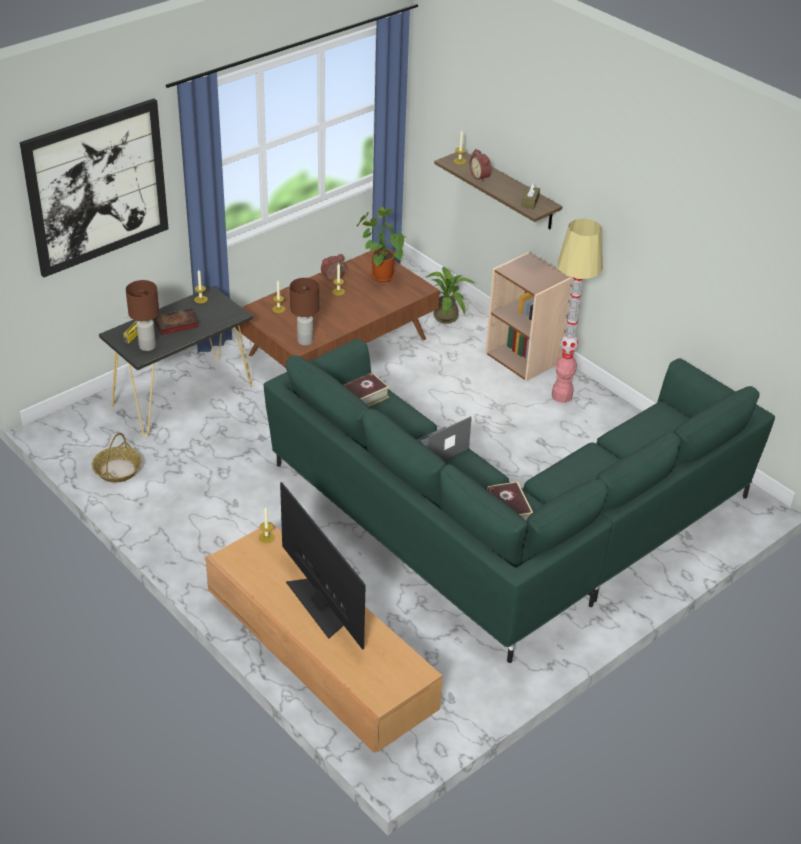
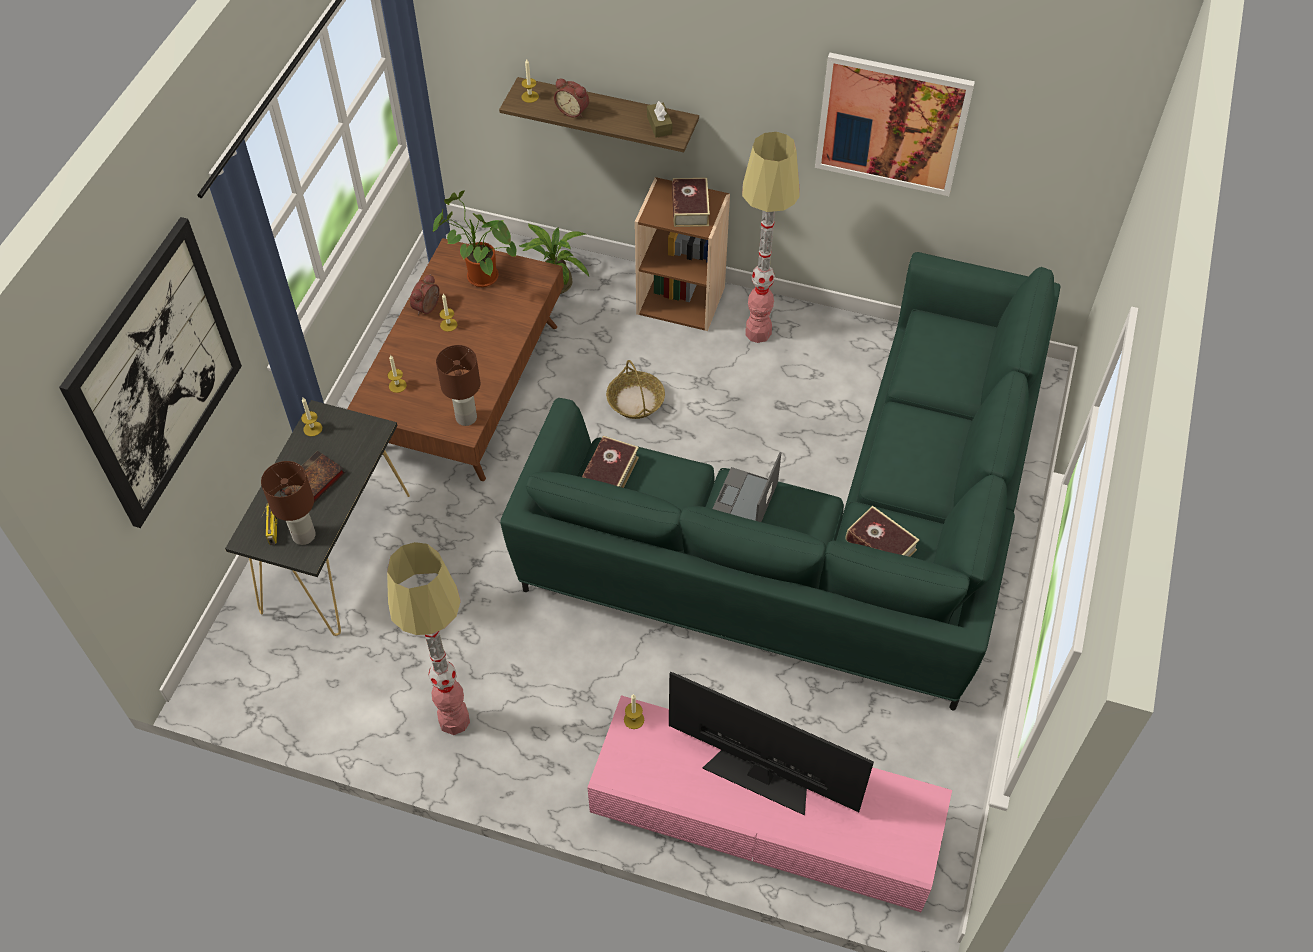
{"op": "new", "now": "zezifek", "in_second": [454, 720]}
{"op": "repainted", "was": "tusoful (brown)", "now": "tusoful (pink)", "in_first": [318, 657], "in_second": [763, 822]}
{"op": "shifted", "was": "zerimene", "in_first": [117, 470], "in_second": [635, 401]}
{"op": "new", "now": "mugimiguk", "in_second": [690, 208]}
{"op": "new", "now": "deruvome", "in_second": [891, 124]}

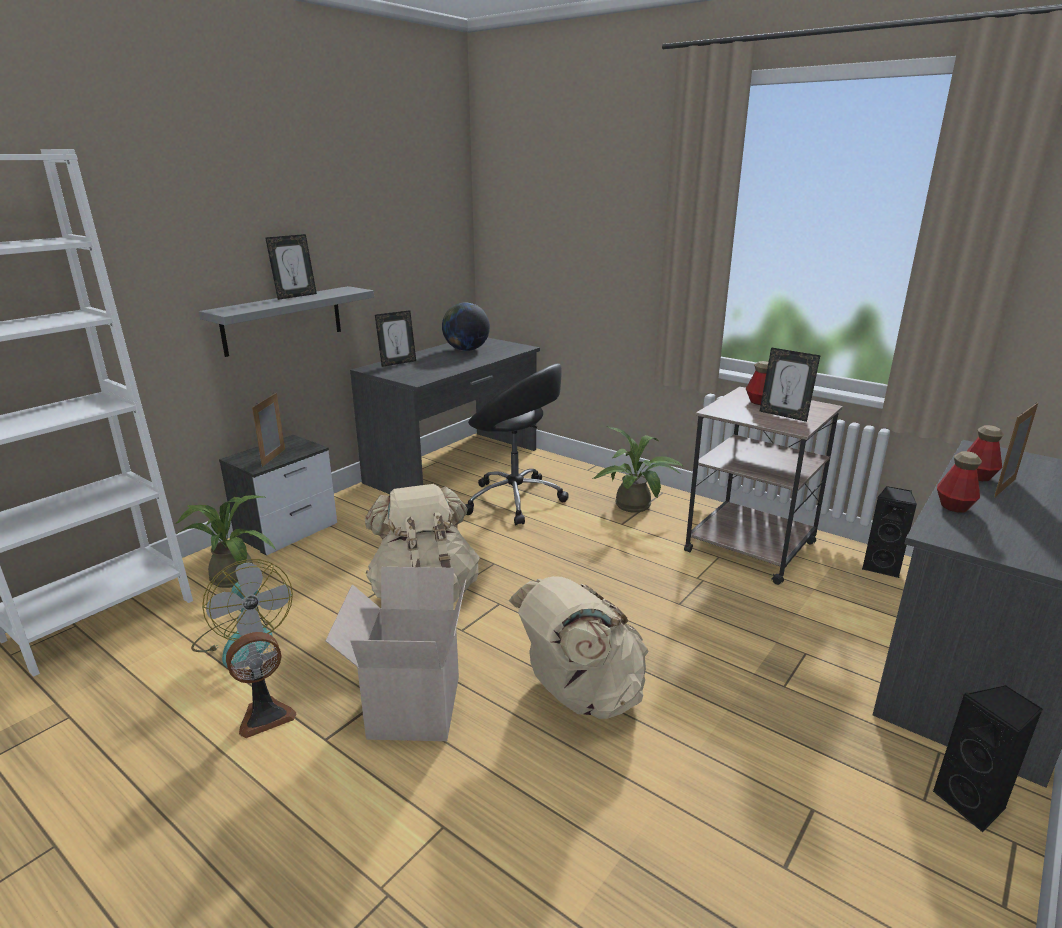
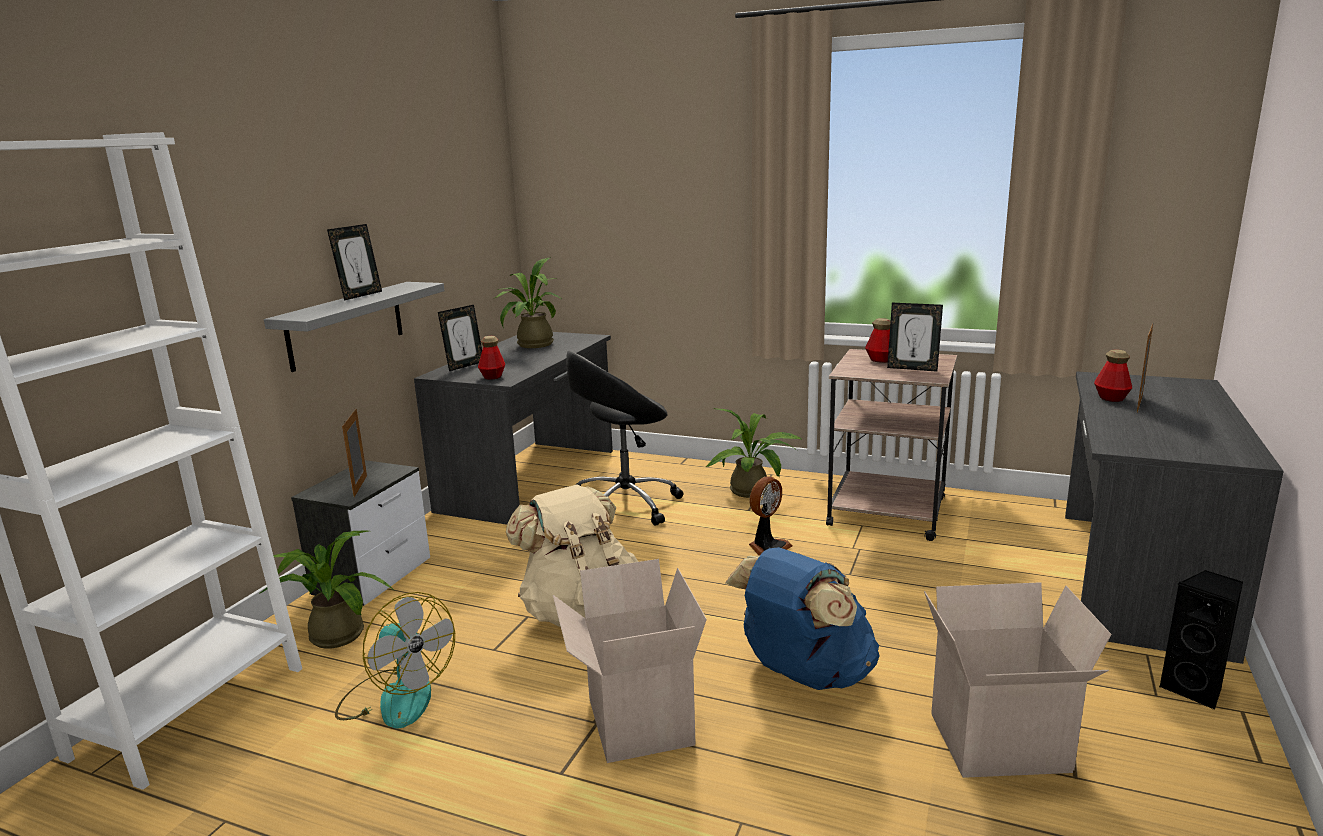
{"op": "shifted", "was": "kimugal", "in_first": [954, 506], "in_second": [492, 376]}
{"op": "swapped", "was": "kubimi", "now": "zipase", "in_first": [466, 350], "in_second": [531, 345]}
{"op": "rotated", "was": "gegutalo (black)", "in_first": [516, 500], "in_second": [623, 504], "clockwise": 135}
{"op": "repainted", "was": "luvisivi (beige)", "now": "luvisivi (blue)", "in_first": [580, 695], "in_second": [804, 675]}
{"op": "shifted", "was": "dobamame", "in_first": [265, 715], "in_second": [767, 547]}
{"op": "new", "now": "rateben", "in_second": [998, 745]}
{"op": "gone", "was": "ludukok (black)", "in_first": [881, 567]}

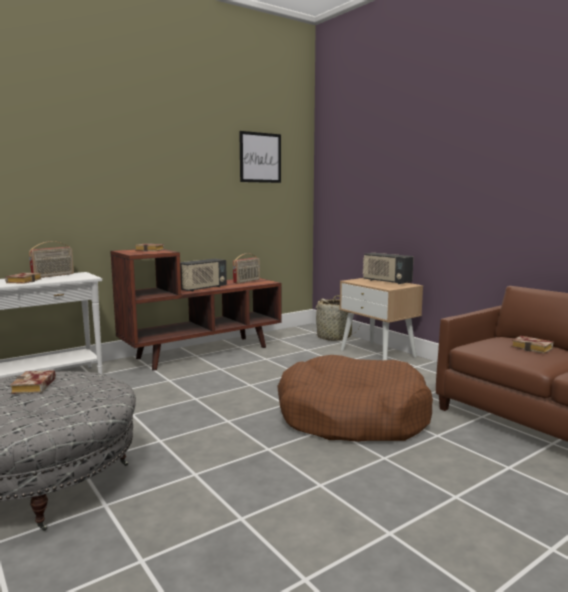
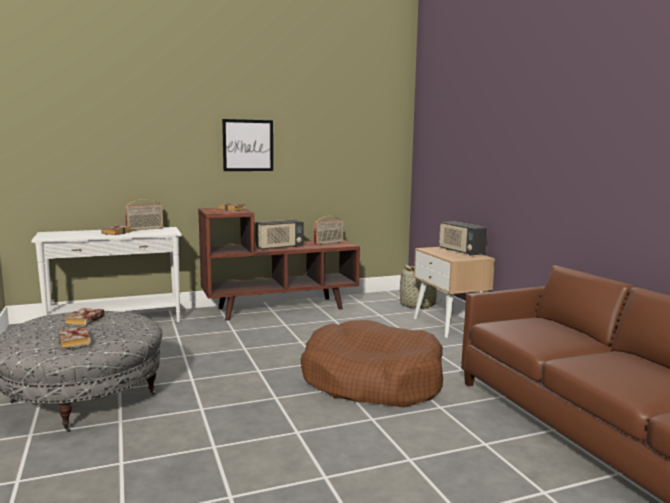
{"op": "shifted", "was": "mugimiguk", "in_first": [533, 348], "in_second": [76, 342]}
{"op": "shifted", "was": "deruvome", "in_first": [260, 157], "in_second": [248, 145]}

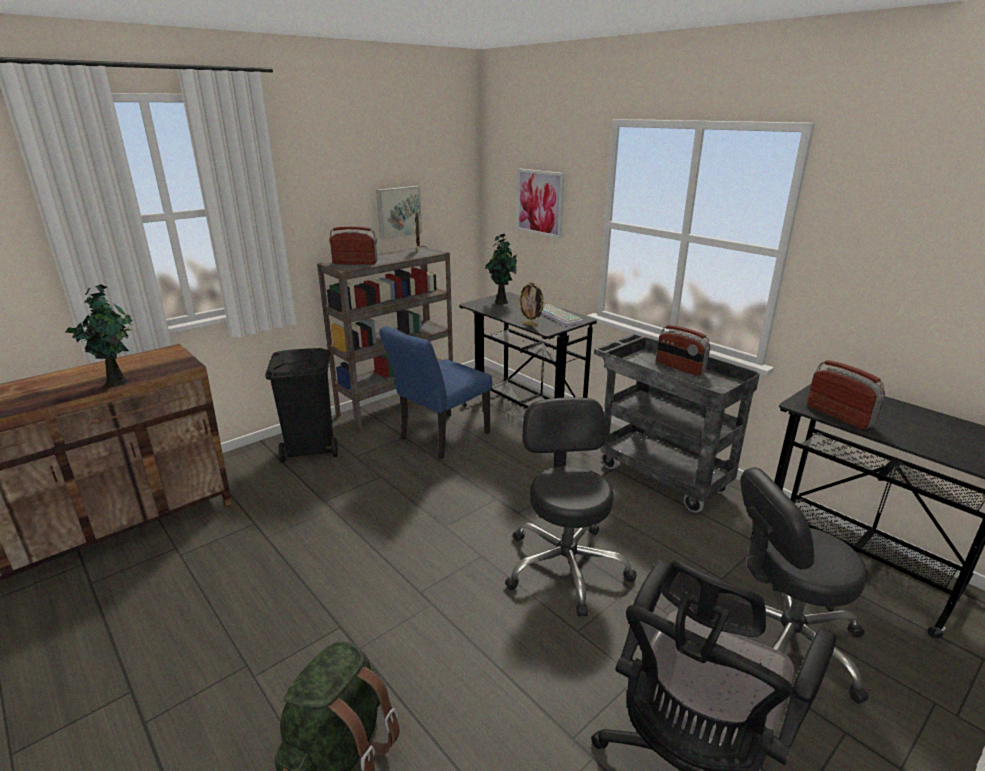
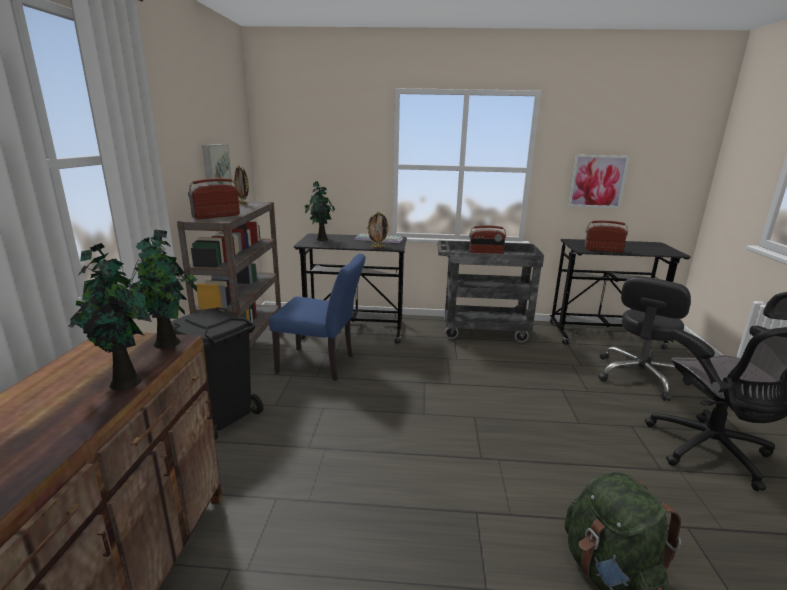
{"op": "new", "now": "zipase", "in_second": [169, 343]}
{"op": "rotated", "was": "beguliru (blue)", "in_first": [440, 438], "in_second": [322, 365], "clockwise": -75}
{"op": "shifted", "was": "deruvome", "in_first": [540, 202], "in_second": [597, 181]}
{"op": "gone", "was": "gegutalo (black)", "in_first": [564, 562]}

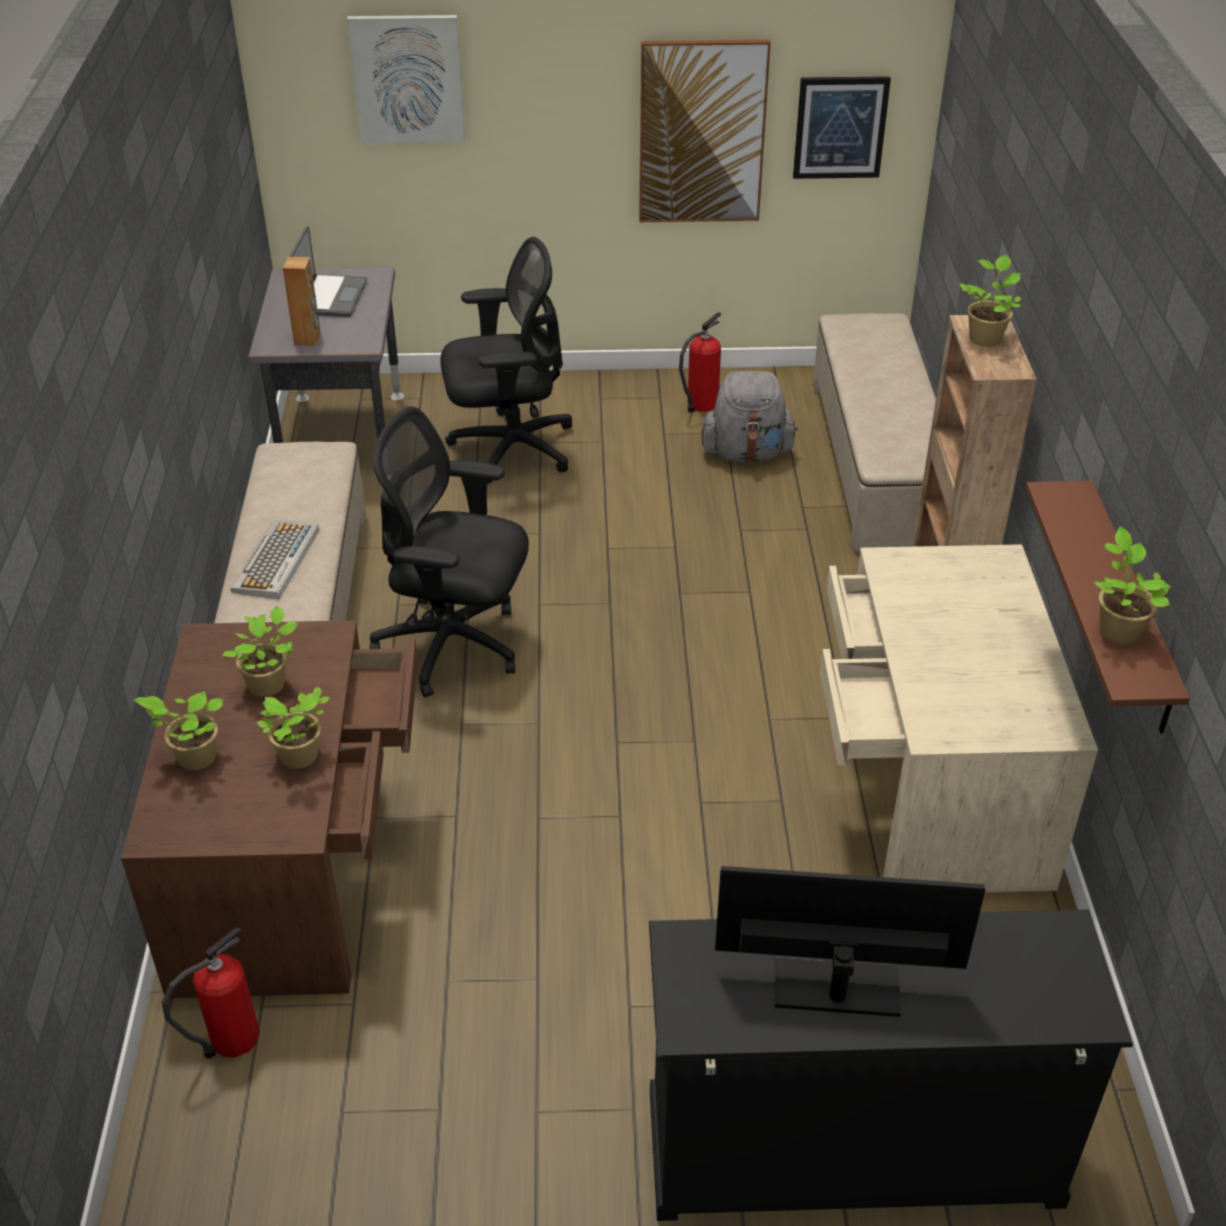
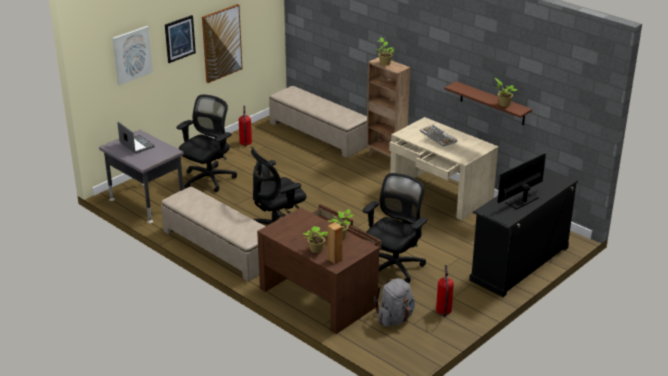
{"op": "shifted", "was": "deruvome", "in_first": [840, 127], "in_second": [179, 38]}
{"op": "shifted", "was": "ludukok (brown)", "in_first": [308, 339], "in_second": [335, 259]}
{"op": "new", "now": "gegutalo (black)", "in_second": [393, 269]}
{"op": "shifted", "was": "luvisivi (grey)", "in_first": [747, 453], "in_second": [395, 319]}
{"op": "shifted", "was": "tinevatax", "in_first": [276, 561], "in_second": [438, 136]}
{"op": "shifted", "was": "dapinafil", "in_first": [230, 1040], "in_second": [444, 311]}
{"op": "gone", "was": "zipase", "in_first": [270, 685]}

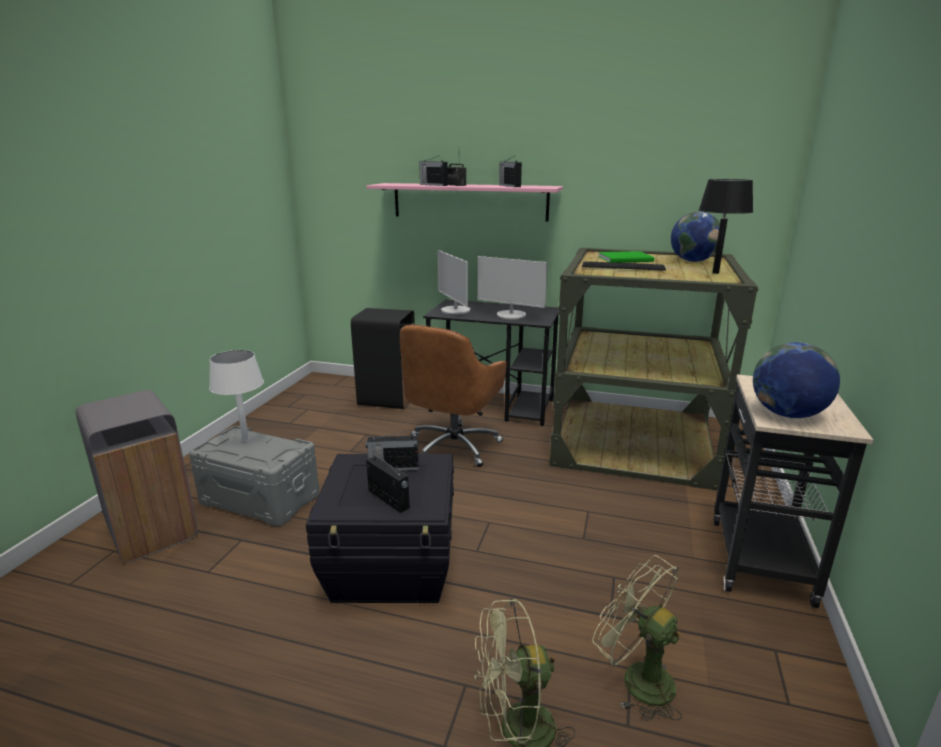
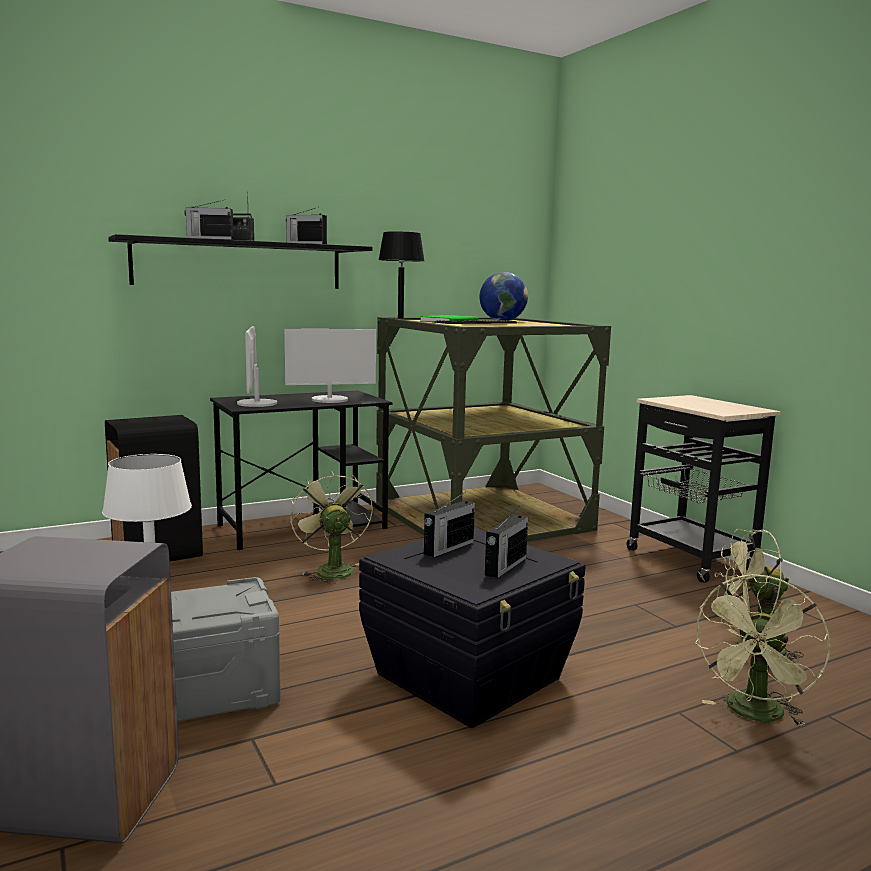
{"op": "repainted", "was": "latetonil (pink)", "now": "latetonil (black)", "in_first": [469, 201], "in_second": [239, 264]}
{"op": "rotated", "was": "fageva", "in_first": [455, 310], "in_second": [256, 403], "clockwise": 60}
{"op": "swapped", "was": "gegutalo (brown)", "now": "dobamame (green)", "in_first": [453, 446], "in_second": [331, 569]}
{"op": "shifted", "was": "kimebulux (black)", "in_first": [715, 273], "in_second": [400, 318]}
{"op": "rotated", "was": "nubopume", "in_first": [389, 499], "in_second": [505, 566], "clockwise": 120}
{"op": "gone", "was": "kubimi", "in_first": [787, 414]}

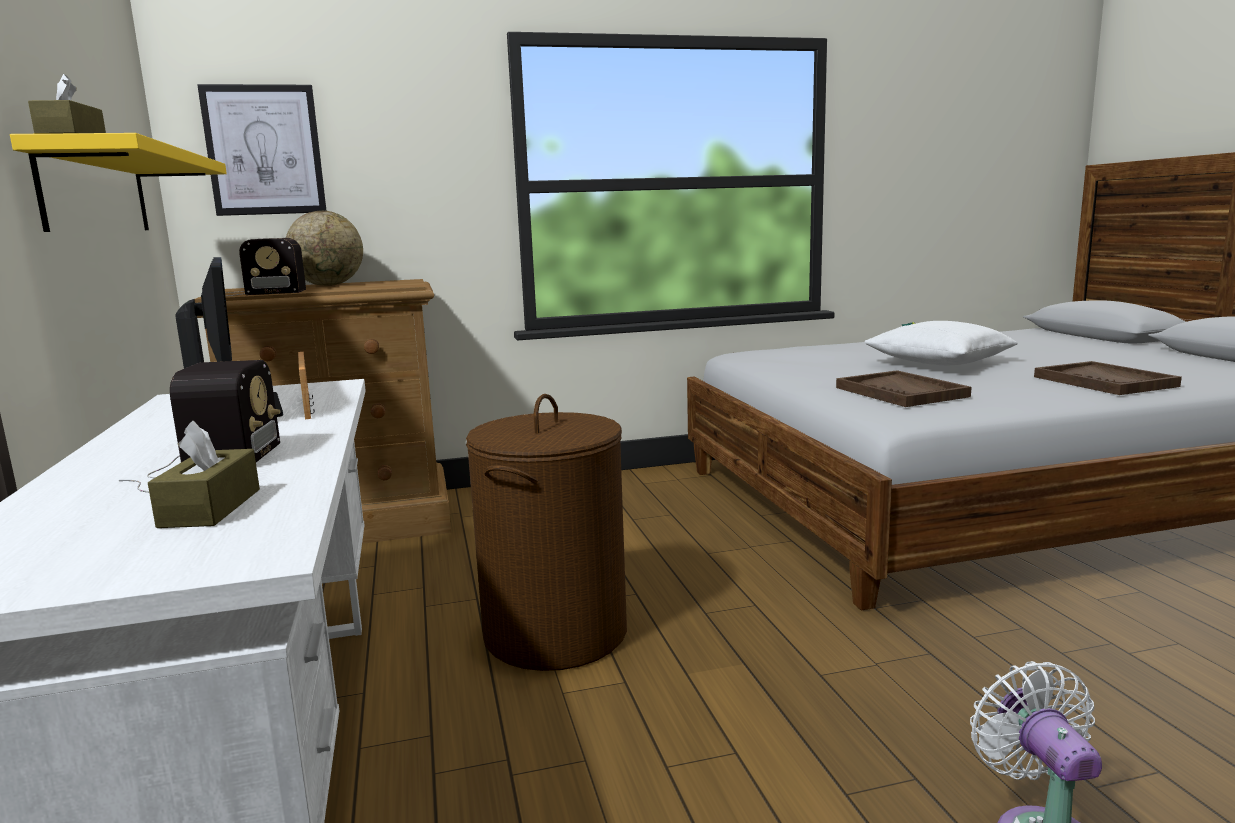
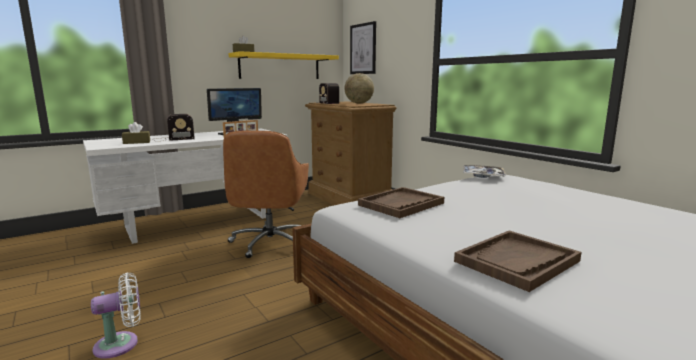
{"op": "swapped", "was": "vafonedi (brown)", "now": "gegutalo (brown)", "in_first": [556, 633], "in_second": [269, 243]}
{"op": "new", "now": "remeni", "in_second": [483, 176]}
{"op": "gone", "was": "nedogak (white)", "in_first": [939, 363]}

